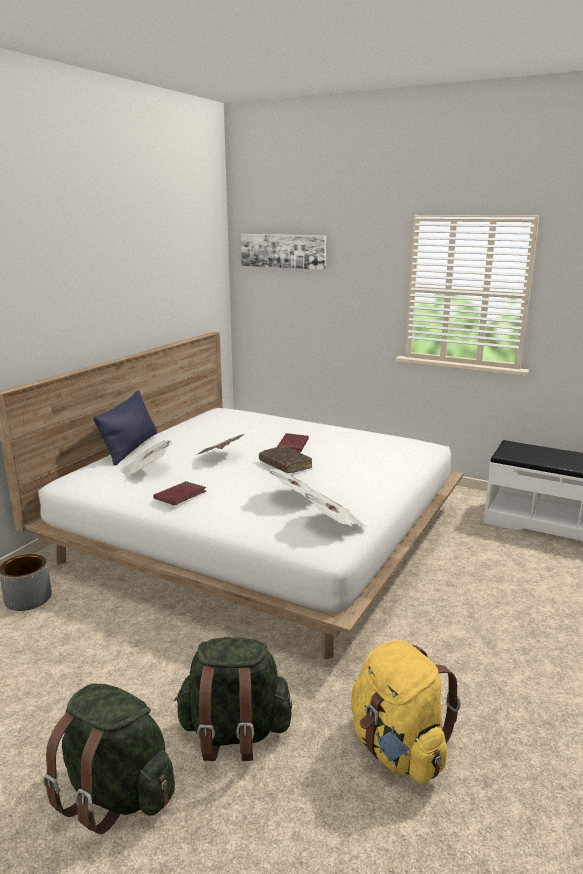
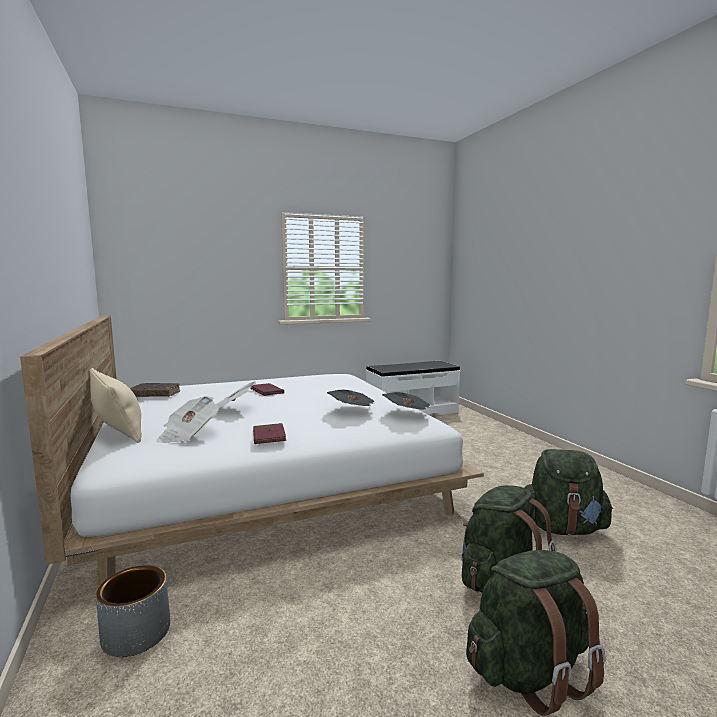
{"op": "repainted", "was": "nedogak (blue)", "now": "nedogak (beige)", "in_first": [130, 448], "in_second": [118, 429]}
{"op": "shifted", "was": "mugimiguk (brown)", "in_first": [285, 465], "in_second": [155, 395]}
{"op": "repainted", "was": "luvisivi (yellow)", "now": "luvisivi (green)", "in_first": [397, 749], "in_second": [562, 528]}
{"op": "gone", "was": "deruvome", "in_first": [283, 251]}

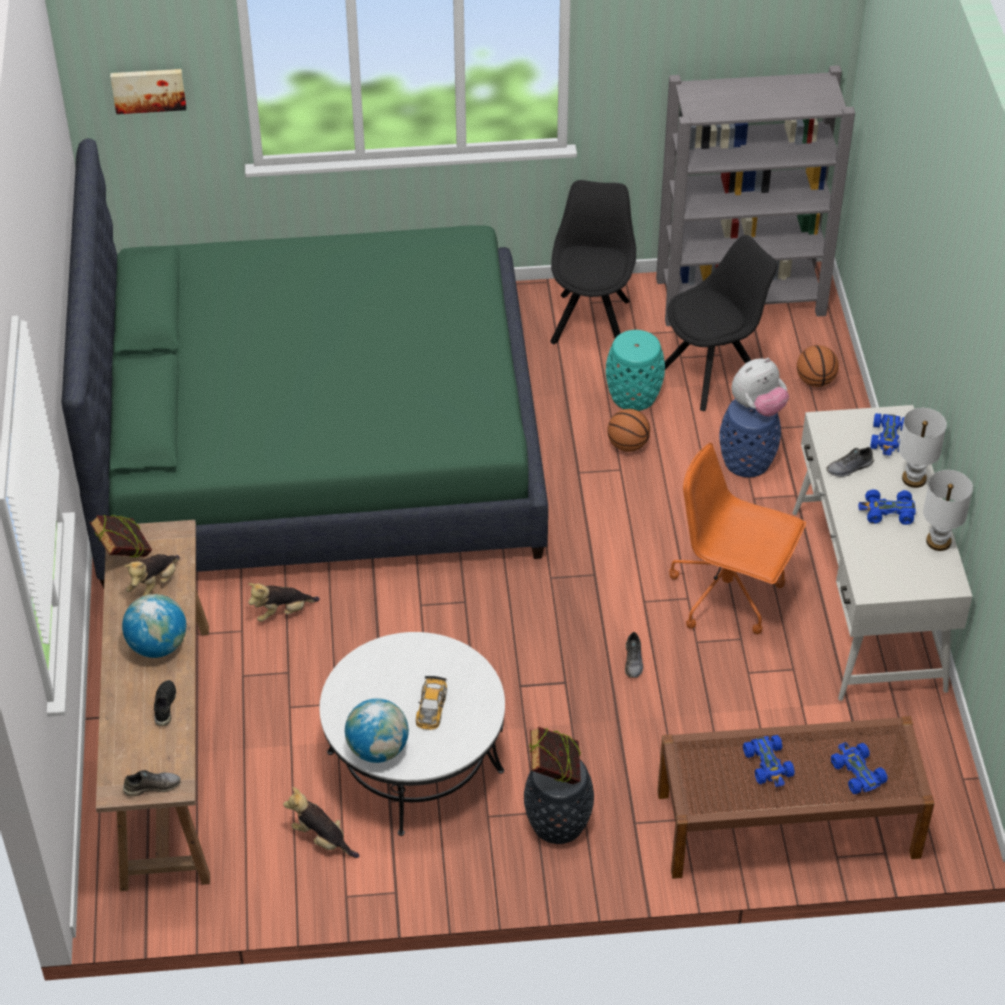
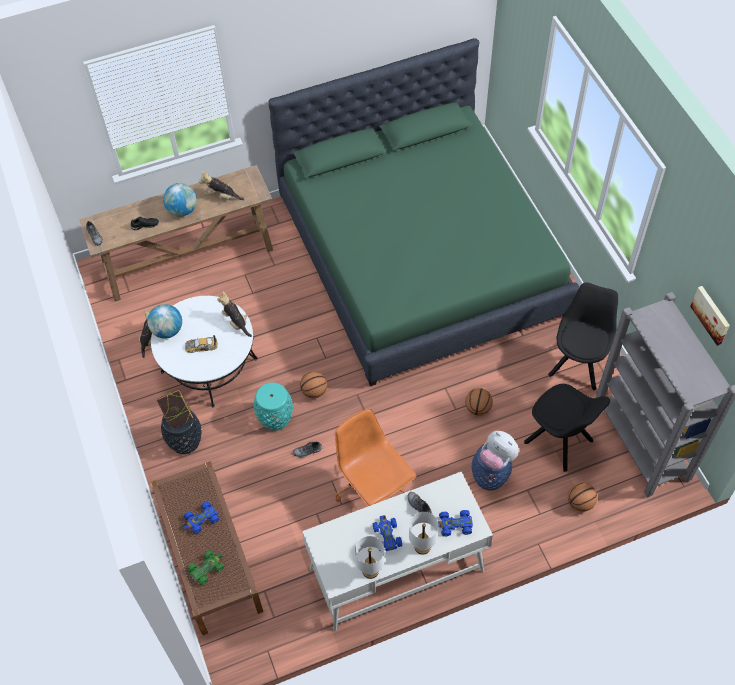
{"op": "repainted", "was": "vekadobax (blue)", "now": "vekadobax (green)", "in_first": [857, 772], "in_second": [207, 568]}
{"op": "shifted", "was": "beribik", "in_first": [282, 612], "in_second": [236, 322]}
{"op": "shifted", "was": "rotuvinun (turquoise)", "in_first": [633, 396], "in_second": [275, 418]}
{"op": "new", "now": "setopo", "in_second": [314, 391]}
{"op": "rotated", "was": "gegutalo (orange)", "in_first": [731, 596], "in_second": [373, 492], "clockwise": -45}
{"op": "rotated", "was": "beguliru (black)", "in_first": [591, 321], "in_second": [578, 363], "clockwise": -60}
{"op": "shifted", "was": "deruvome", "in_first": [148, 89], "in_second": [711, 314]}
{"op": "gone", "was": "mugimiguk", "in_first": [124, 555]}

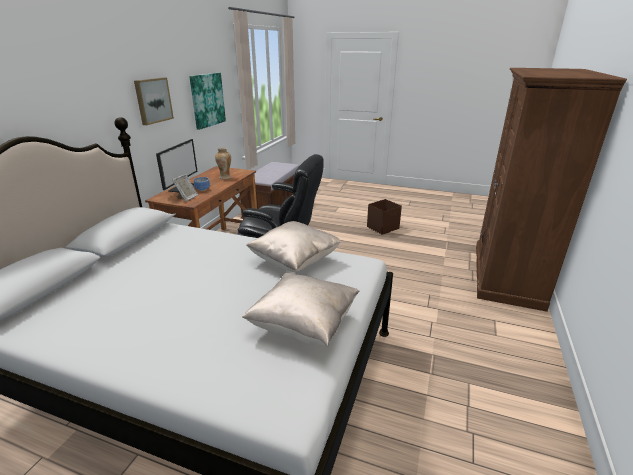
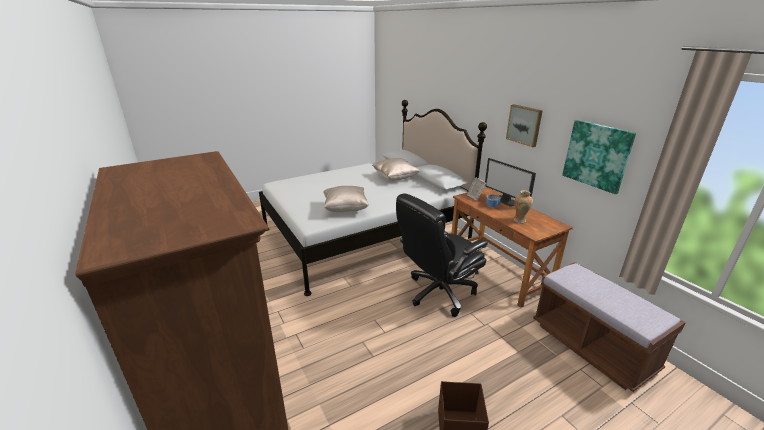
{"op": "shifted", "was": "nedogak (beige)", "in_first": [304, 325], "in_second": [395, 178]}

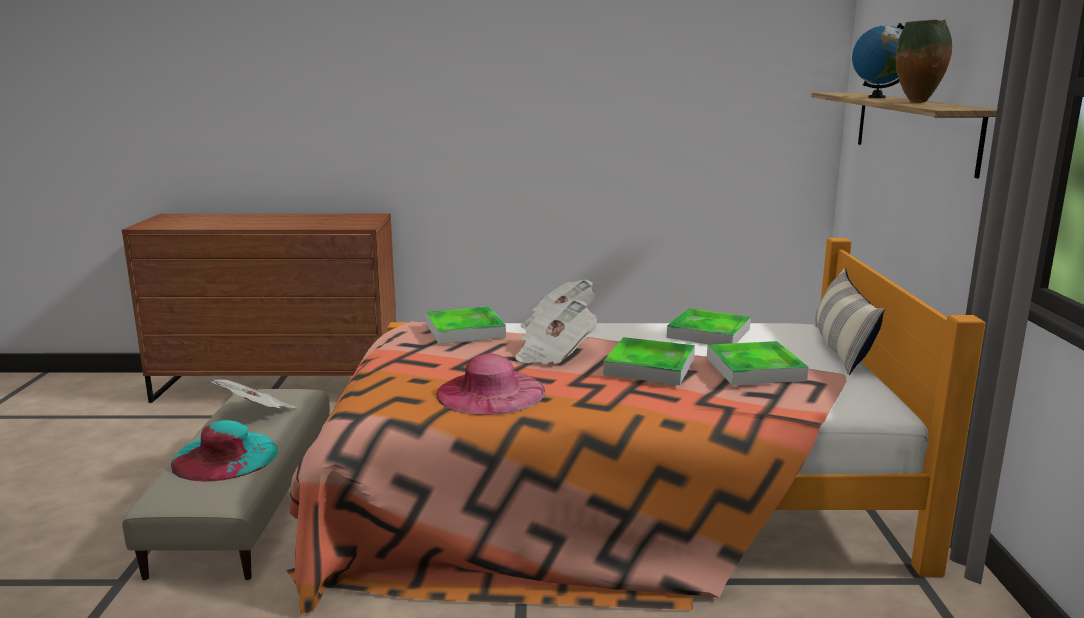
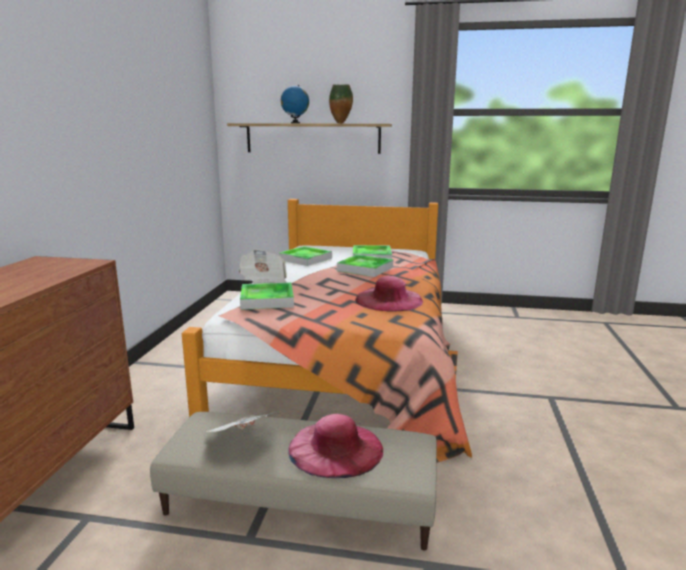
{"op": "repainted", "was": "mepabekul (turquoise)", "now": "mepabekul (pink)", "in_first": [225, 456], "in_second": [335, 448]}
{"op": "gone", "was": "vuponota", "in_first": [553, 354]}
{"op": "gone", "was": "nedogak", "in_first": [841, 349]}

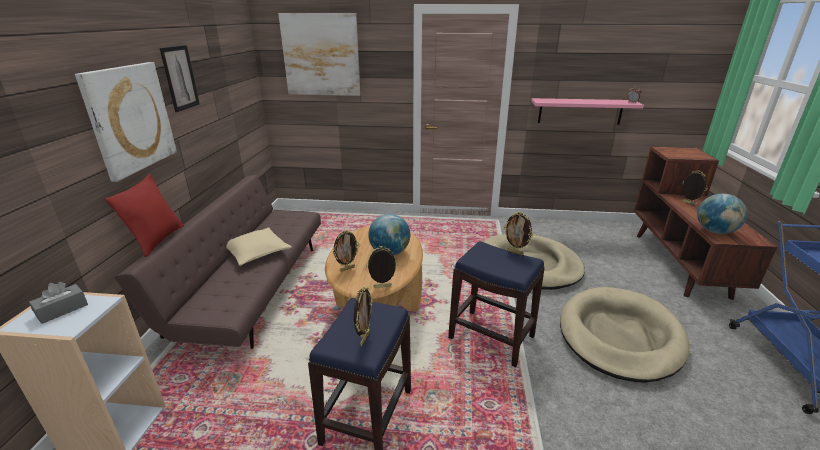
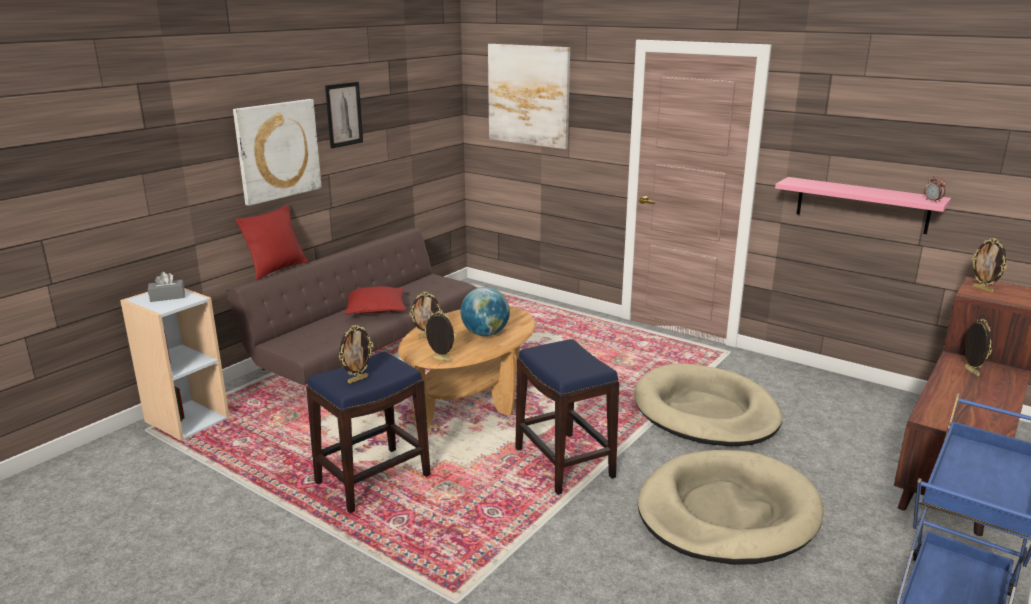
{"op": "repainted", "was": "nedogak (beige)", "now": "nedogak (red)", "in_first": [256, 252], "in_second": [375, 309]}
{"op": "shifted", "was": "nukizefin", "in_first": [515, 252], "in_second": [983, 289]}
{"op": "gone", "was": "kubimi", "in_first": [715, 231]}

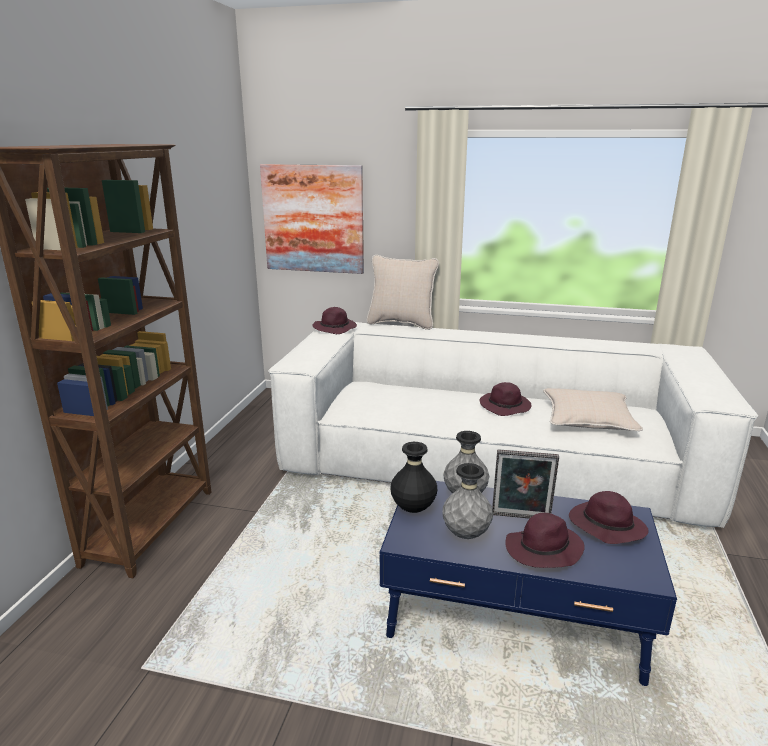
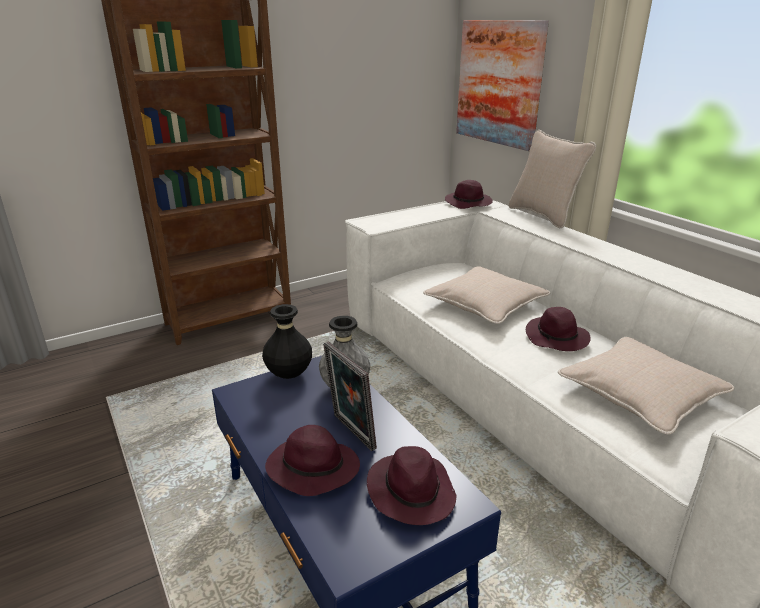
{"op": "new", "now": "nedogak (beige)", "in_second": [485, 303]}
{"op": "gone", "was": "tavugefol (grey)", "in_first": [466, 534]}

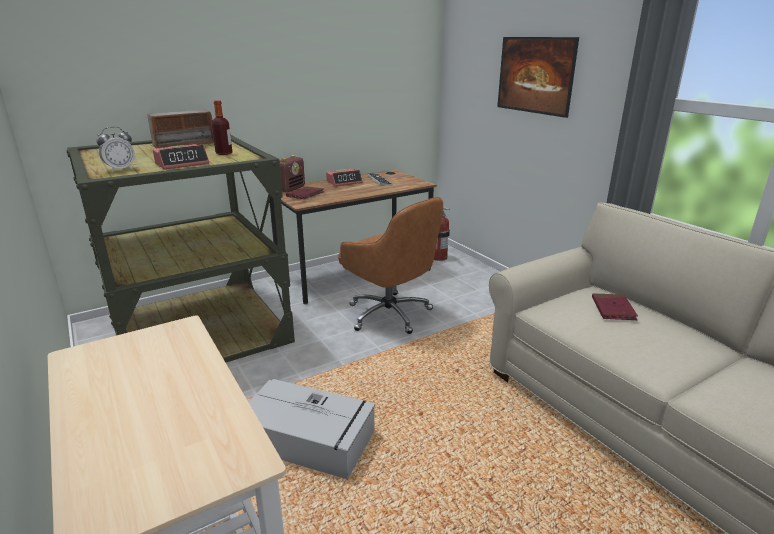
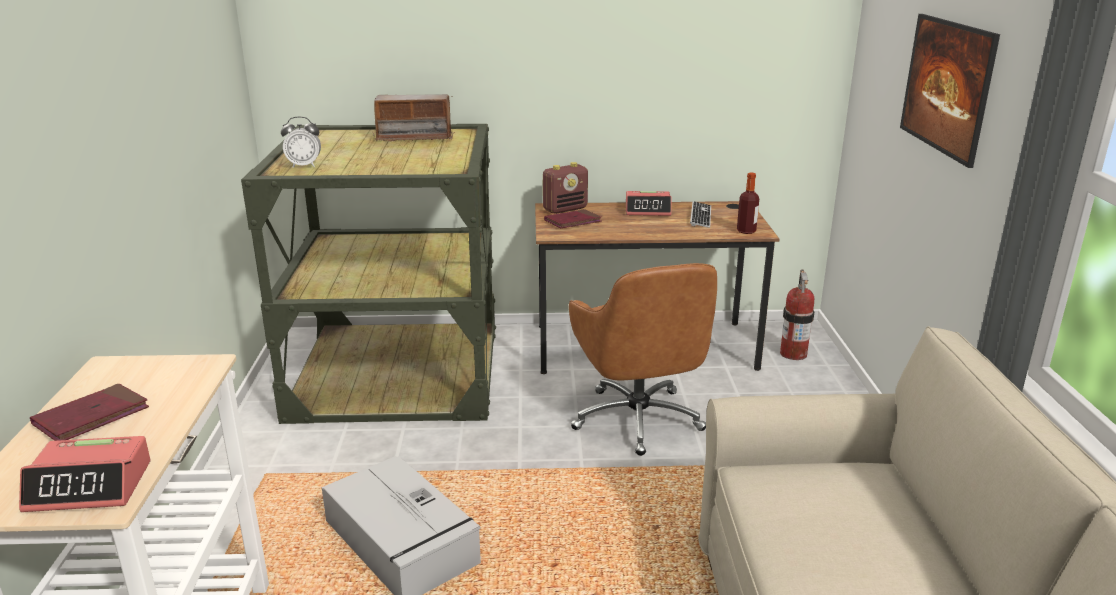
{"op": "shifted", "was": "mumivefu", "in_first": [182, 164], "in_second": [90, 486]}
{"op": "shifted", "was": "mugimiguk (red)", "in_first": [613, 309], "in_second": [92, 417]}
{"op": "shifted", "was": "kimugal", "in_first": [224, 153], "in_second": [746, 231]}

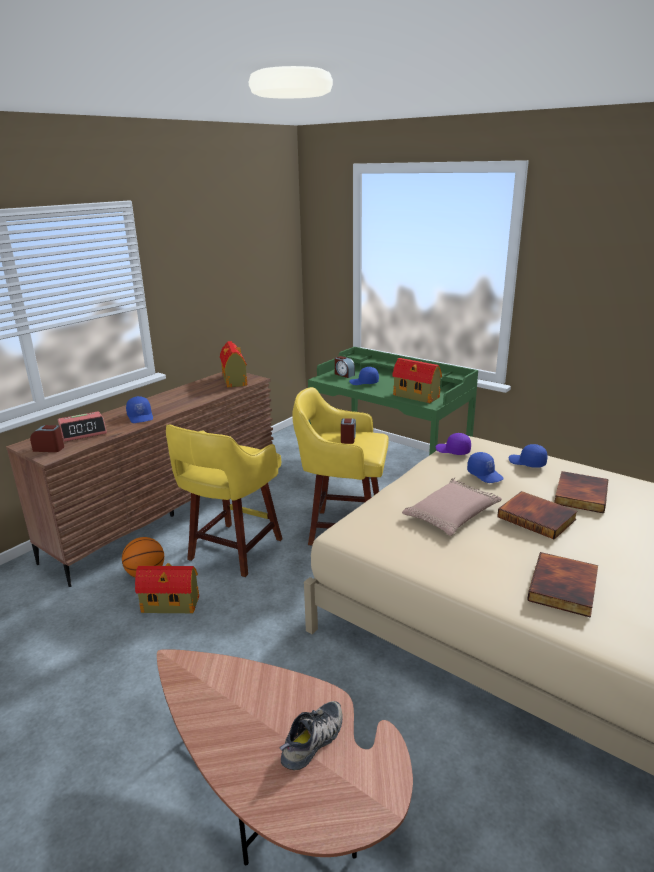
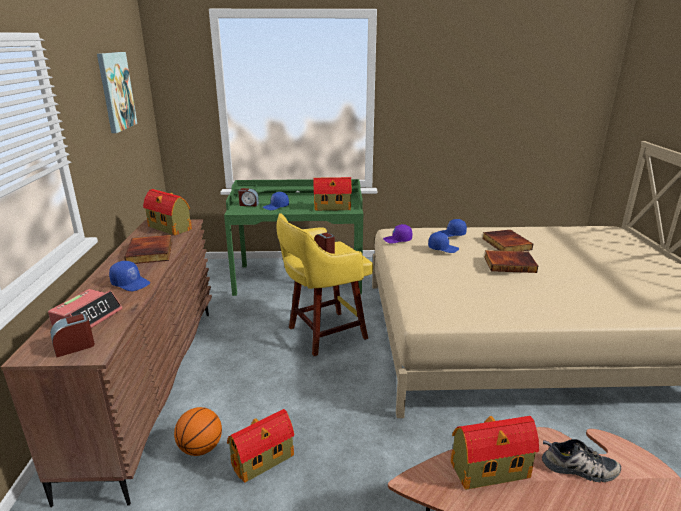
{"op": "new", "now": "deruvome", "in_second": [116, 91]}
{"op": "shifted", "was": "mugimiguk", "in_first": [564, 588], "in_second": [151, 252]}
{"op": "new", "now": "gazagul", "in_second": [488, 470]}
{"op": "rotated", "was": "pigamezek", "in_first": [314, 741], "in_second": [578, 469], "clockwise": 105}
{"op": "gone", "was": "rotuvinun (yellow)", "in_first": [233, 551]}
{"op": "gone", "was": "nedogak (beige)", "in_first": [451, 512]}

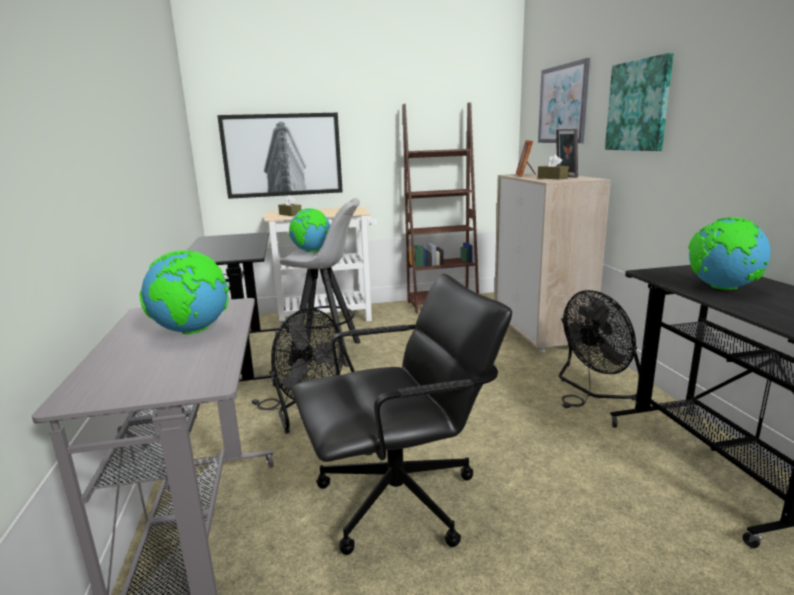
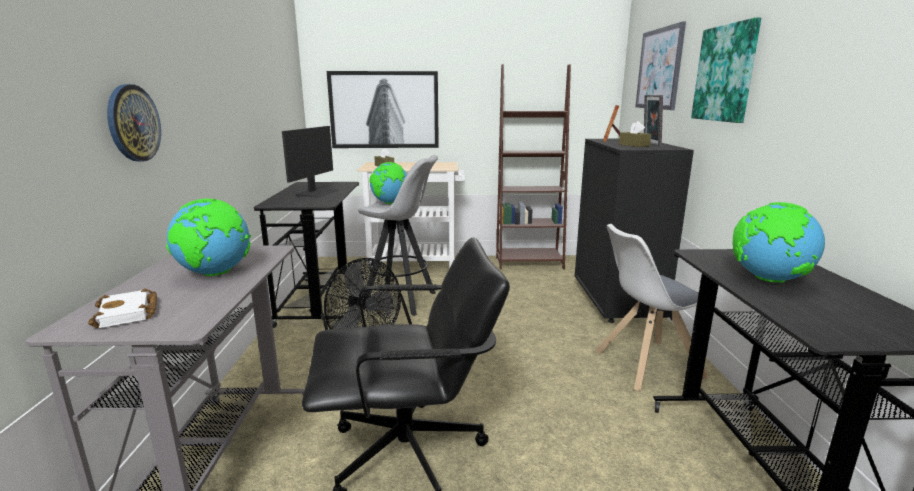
{"op": "new", "now": "mugimiguk (white)", "in_second": [129, 313]}
{"op": "new", "now": "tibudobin", "in_second": [133, 123]}
{"op": "new", "now": "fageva", "in_second": [318, 192]}
{"op": "repainted", "was": "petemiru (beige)", "now": "petemiru (black)", "in_first": [541, 334], "in_second": [617, 303]}
{"op": "swapped", "was": "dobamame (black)", "now": "beguliru", "in_first": [588, 386], "in_second": [645, 364]}

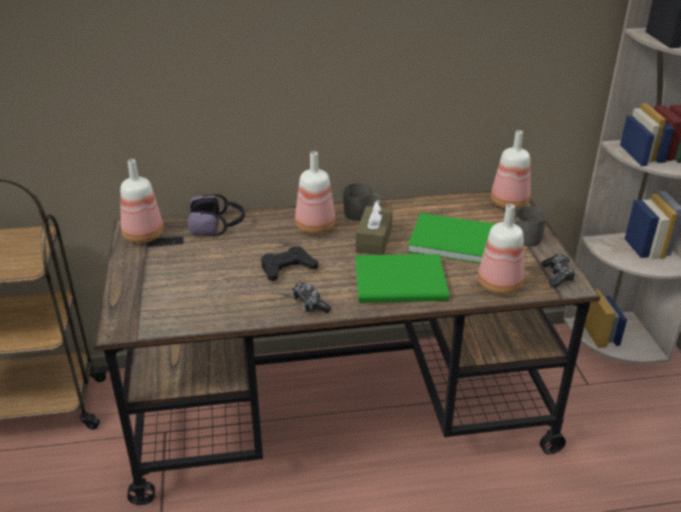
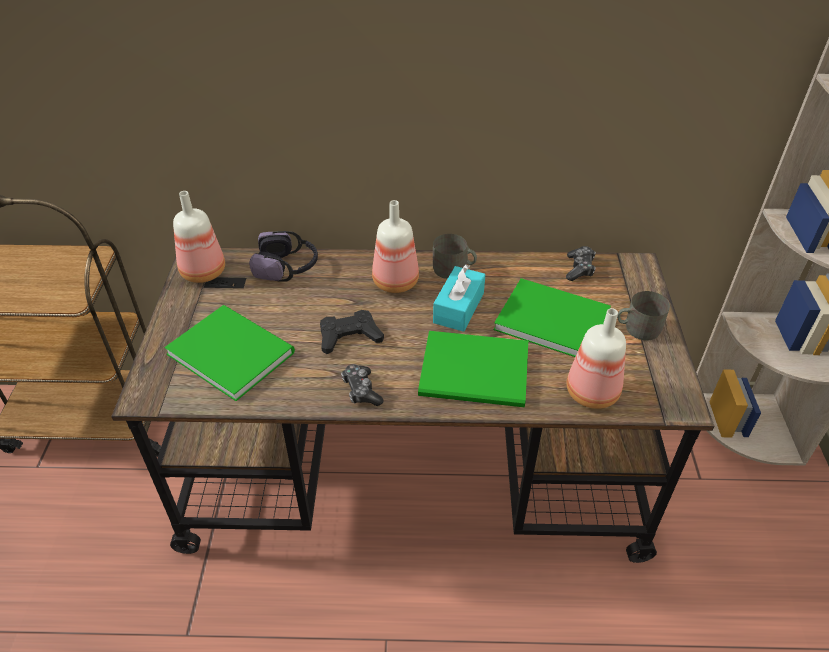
{"op": "new", "now": "mugimiguk (green)", "in_second": [230, 350]}
{"op": "repainted", "was": "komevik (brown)", "now": "komevik (turquoise)", "in_first": [374, 239], "in_second": [458, 308]}
{"op": "shifted", "was": "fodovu", "in_first": [557, 275], "in_second": [579, 269]}
{"op": "gone", "was": "kimugal", "in_first": [508, 202]}

